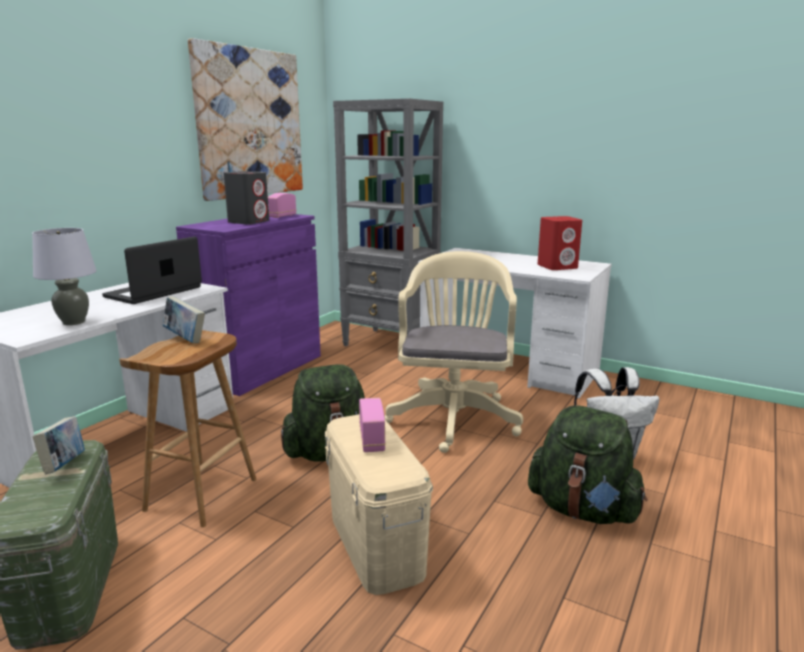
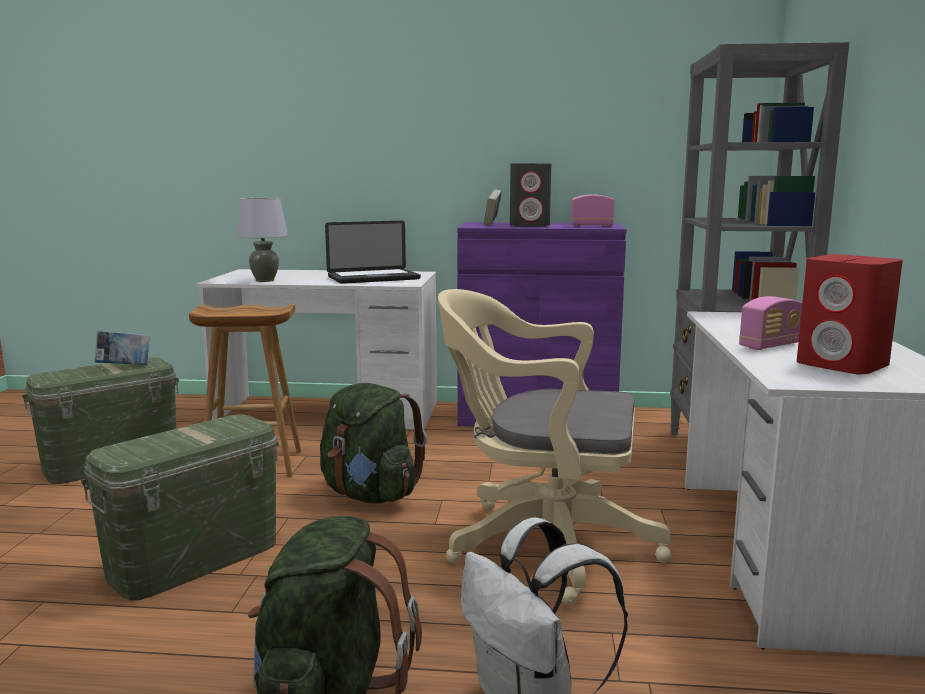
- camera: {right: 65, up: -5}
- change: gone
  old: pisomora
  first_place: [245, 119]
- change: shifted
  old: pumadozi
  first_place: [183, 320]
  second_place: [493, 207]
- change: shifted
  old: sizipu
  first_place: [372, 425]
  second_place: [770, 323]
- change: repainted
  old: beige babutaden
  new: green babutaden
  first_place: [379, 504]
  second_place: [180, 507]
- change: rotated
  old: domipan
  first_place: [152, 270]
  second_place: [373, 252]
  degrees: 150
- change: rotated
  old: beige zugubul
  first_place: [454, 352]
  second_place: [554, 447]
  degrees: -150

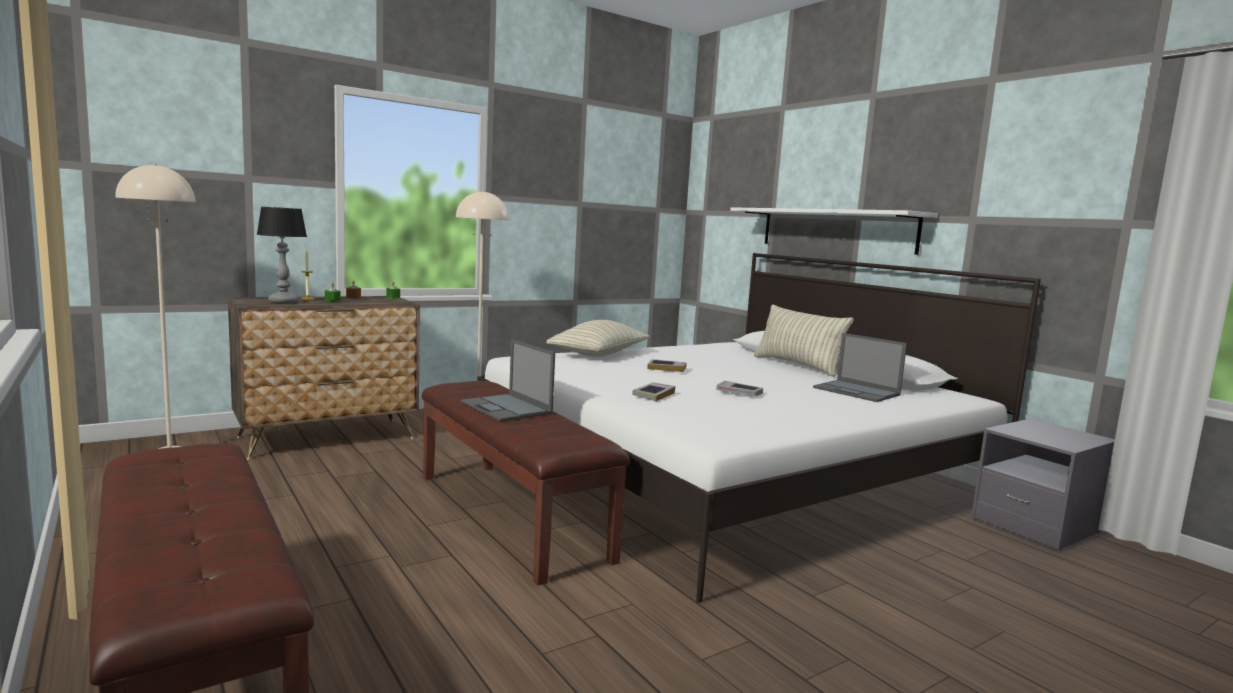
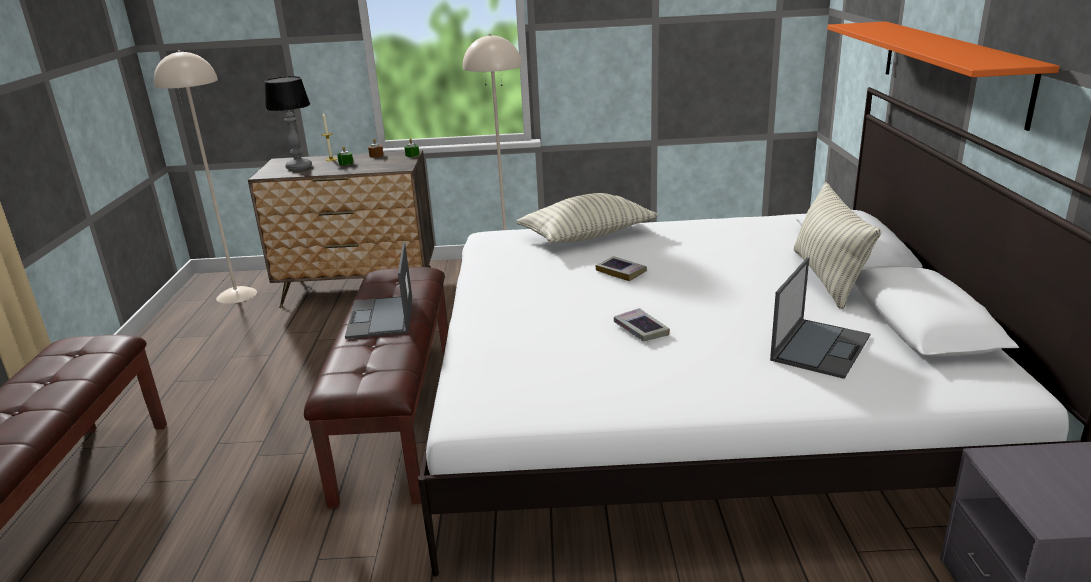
- camera: {right: 35, up: 15}
- change: gone
  old: pumadozi
  first_place: [654, 392]
- change: repainted
  old: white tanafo
  new: orange tanafo
  first_place: [834, 231]
  second_place: [943, 76]
- change: rotated
  old: domipan
  first_place: [860, 367]
  second_place: [820, 318]
  degrees: -135

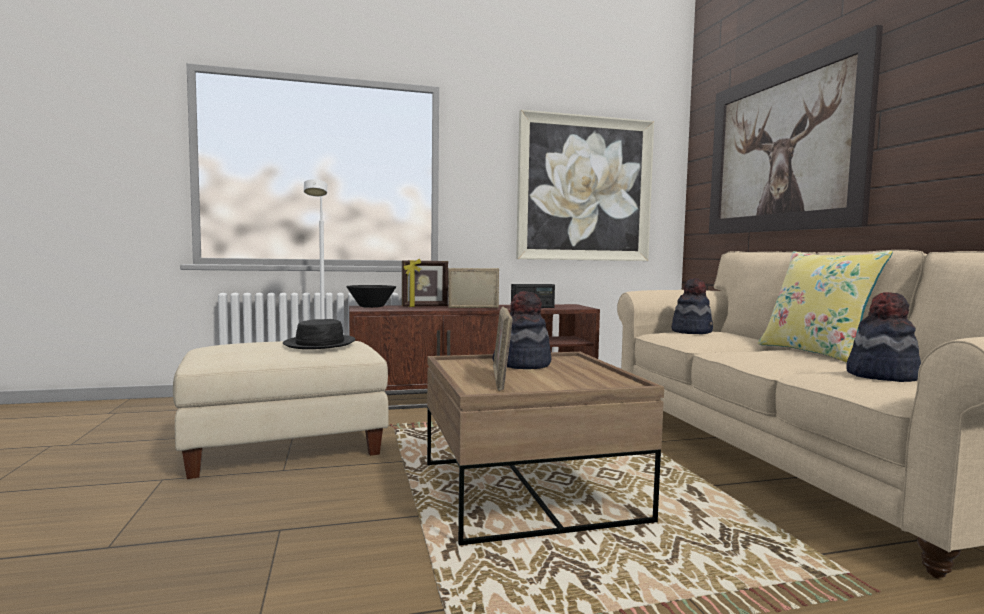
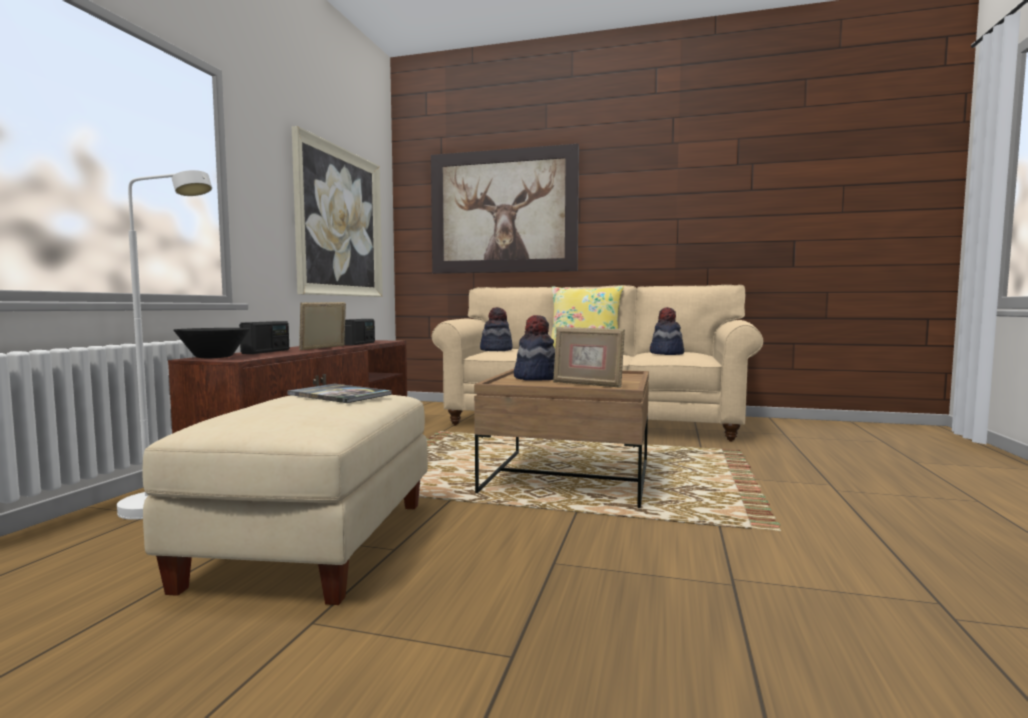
- camera: {right: -60, up: 0}
- change: swapped
  old: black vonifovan
  new: pumadozi
  first_place: [319, 334]
  second_place: [340, 393]
- change: swapped
  old: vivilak
  new: sizipu
  first_place: [425, 283]
  second_place: [264, 337]

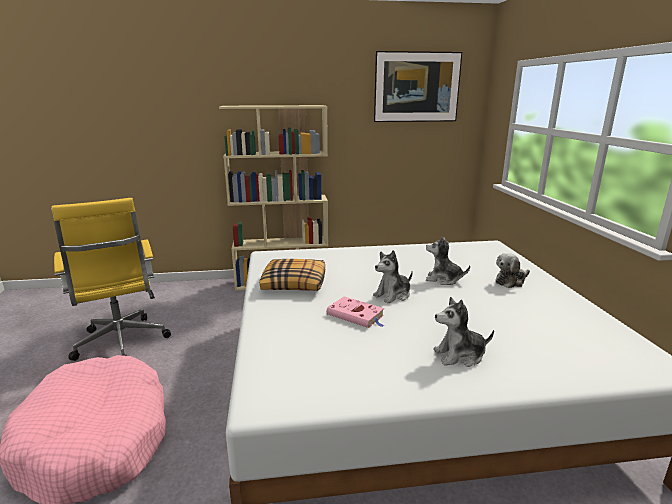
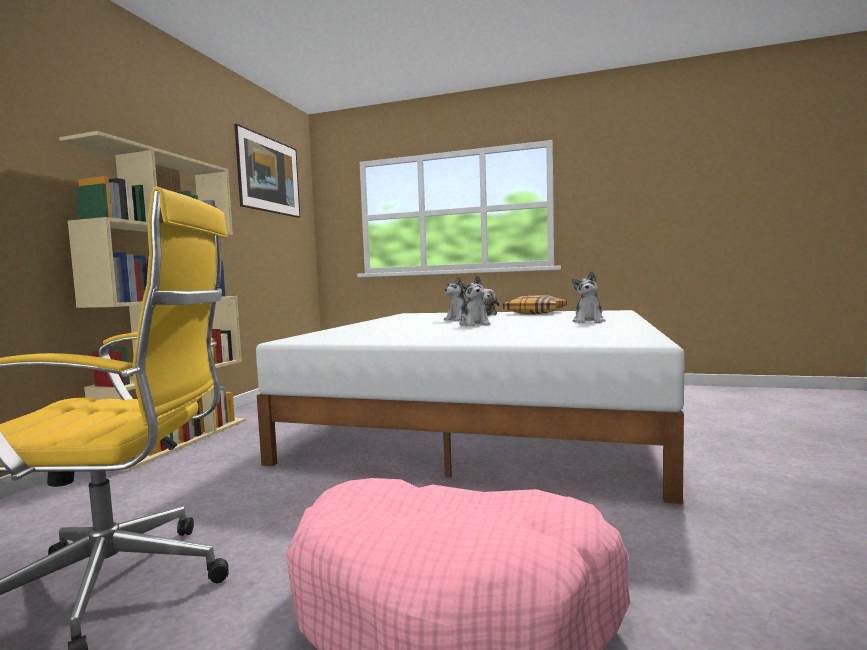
- camera: {right: -65, up: -15}
- change: gone
  old: pink pumadozi
  first_place: [356, 312]
- change: shifted
  old: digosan
  first_place: [292, 275]
  second_place: [535, 304]

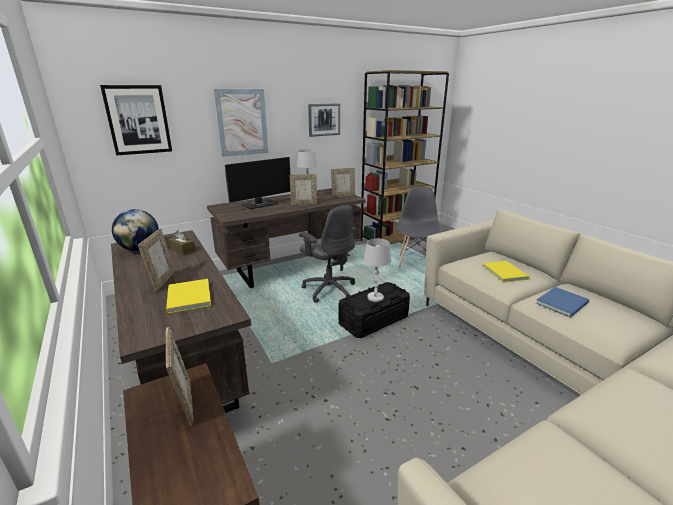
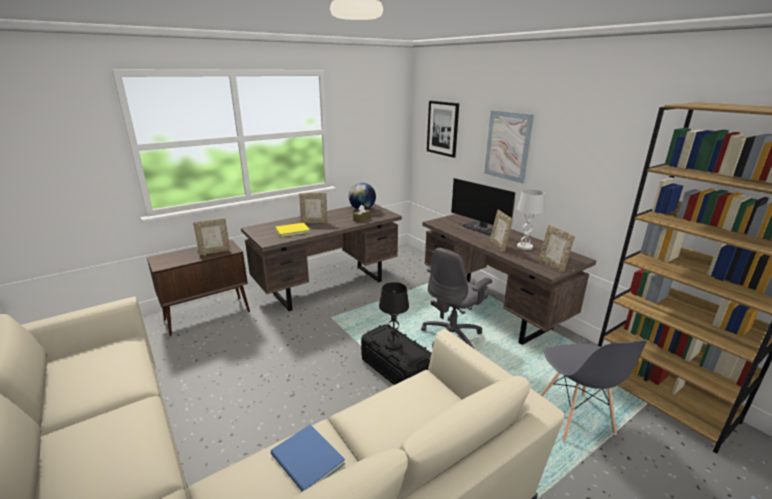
- camera: {right: 85, up: 0}
- change: gone
  old: pisomora
  first_place: [324, 120]
- change: gone
  old: yellow pumadozi
  first_place: [506, 271]
- change: repainted
  old: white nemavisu
  new: black nemavisu
  first_place: [377, 270]
  second_place: [394, 316]
- change: rotated
  old: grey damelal
  first_place: [419, 228]
  second_place: [593, 391]
  degrees: 75

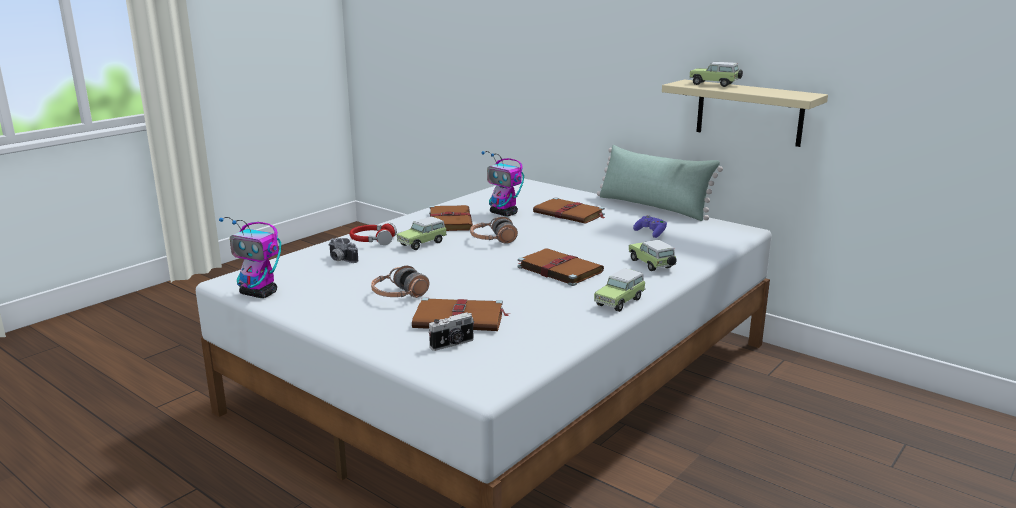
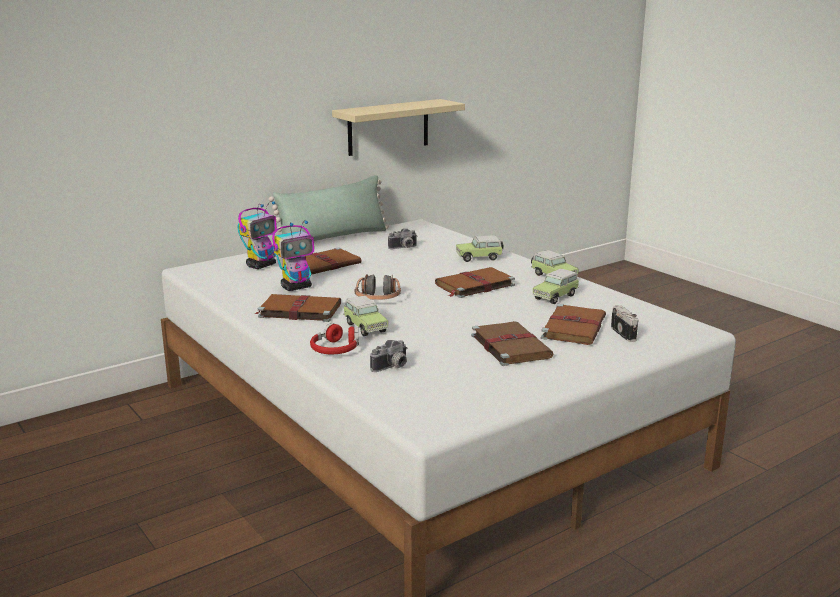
- camera: {right: -75, up: 0}
- change: shifted
  old: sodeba
  first_place: [250, 257]
  second_place: [257, 235]
- change: shifted
  old: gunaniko
  first_place: [716, 74]
  second_place: [556, 286]
- change: swapped
  old: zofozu
  new: brown pumadozi
  first_place: [400, 282]
  second_place: [512, 343]
- change: swapped
  old: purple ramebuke
  new: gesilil
  first_place: [650, 226]
  second_place: [403, 238]

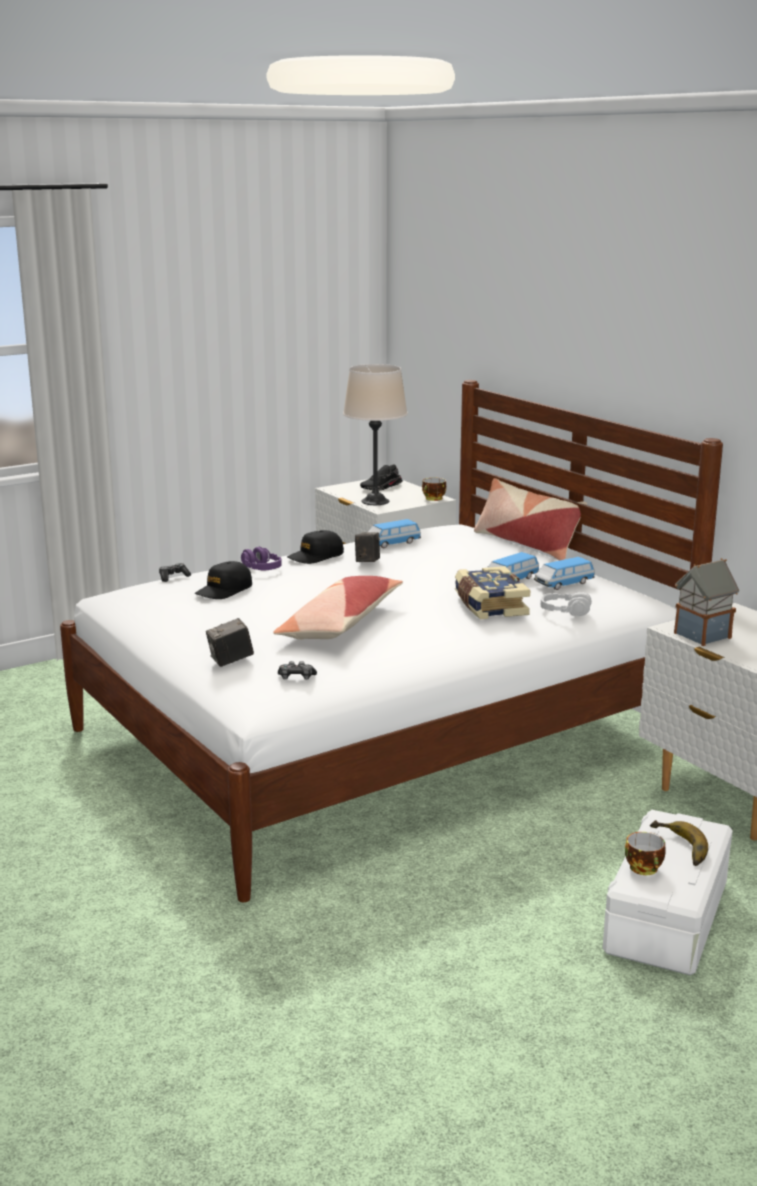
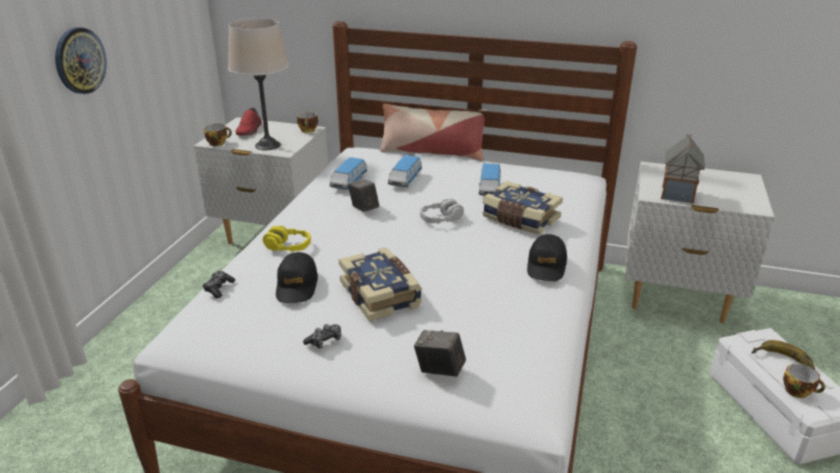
- camera: {right: -40, up: 10}
- change: gone
  old: digosan
  first_place: [338, 608]
- change: new
  new: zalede
  second_place: [81, 60]
- change: new
  new: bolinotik
  second_place: [218, 135]
- change: new
  new: pumadozi
  second_place: [380, 284]
- change: shifted
  old: ramebuke
  first_place: [297, 670]
  second_place: [322, 336]
- change: shifted
  old: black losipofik
  first_place: [315, 547]
  second_place: [547, 257]
- change: shifted
  old: gunaniko
  first_place: [564, 573]
  second_place: [405, 171]
- change: shifted
  old: grey zofozu
  first_place: [566, 604]
  second_place: [442, 211]
- change: repainted
  old: purple zofozu
  new: yellow zofozu
  first_place: [261, 558]
  second_place: [287, 239]
- change: repainted
  old: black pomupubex
  new: red pomupubex
  first_place: [381, 477]
  second_place: [248, 122]
- change: rotated
  old: gesilil
  first_place: [230, 642]
  second_place: [440, 353]
  degrees: 90

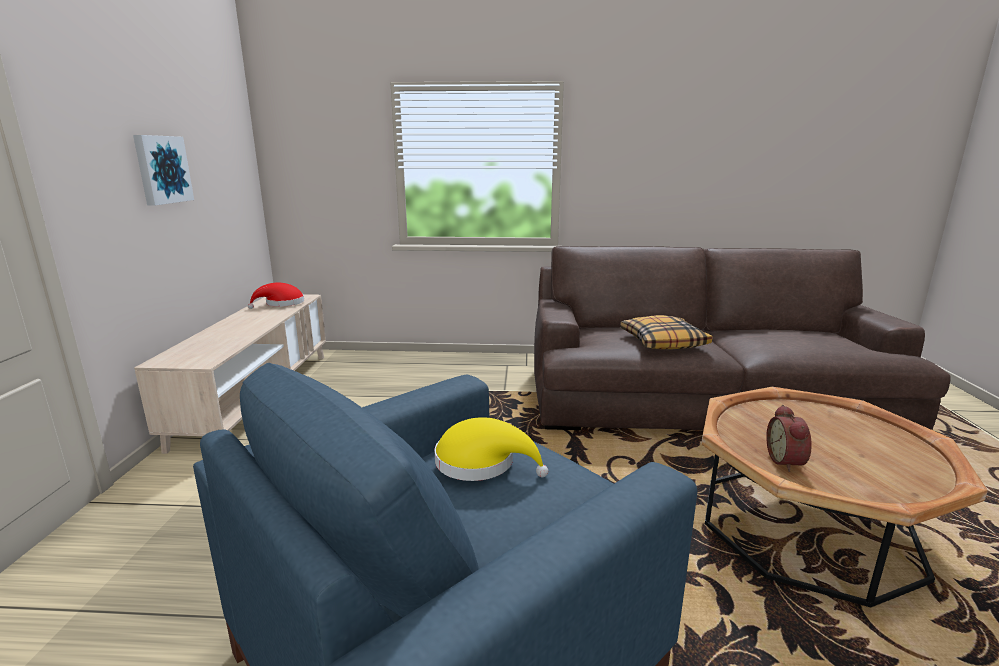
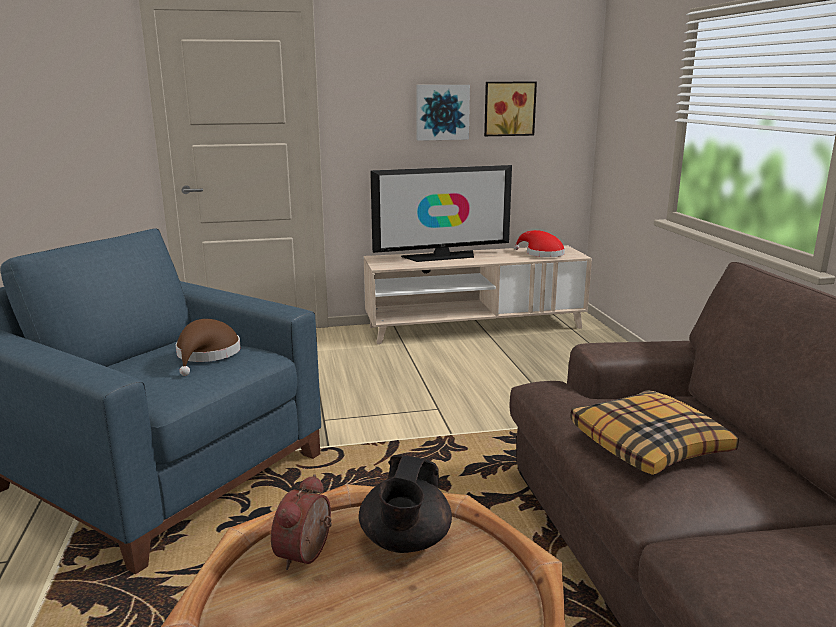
- camera: {right: 75, up: 0}
- change: new
  new: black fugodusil
  second_place: [405, 504]
- change: new
  new: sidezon
  second_place: [441, 213]
- change: new
  new: pisomora
  second_place: [510, 109]
- change: repainted
  old: yellow vonifovan
  new: brown vonifovan
  first_place: [491, 449]
  second_place: [208, 347]
- change: rotated
  old: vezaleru
  first_place: [789, 438]
  second_place: [301, 522]
  degrees: -60

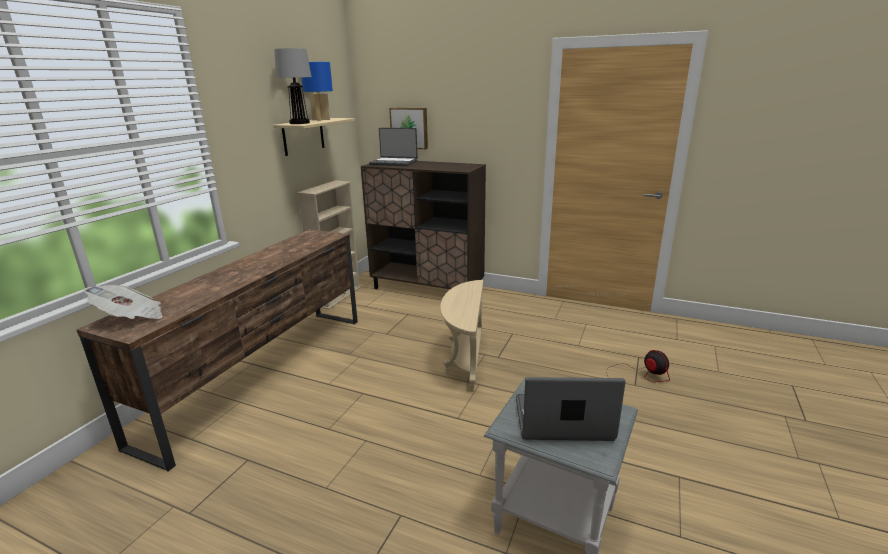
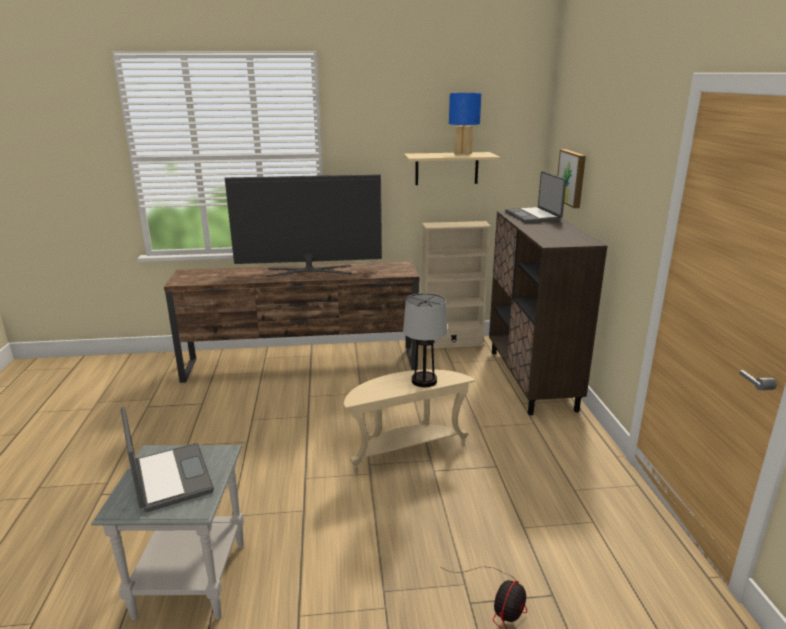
- camera: {right: 60, up: 0}
- change: gone
  old: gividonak
  first_place: [123, 302]
- change: new
  new: sidezon
  second_place: [303, 225]
- change: shifted
  old: nemavisu
  first_place: [293, 86]
  second_place: [425, 340]

